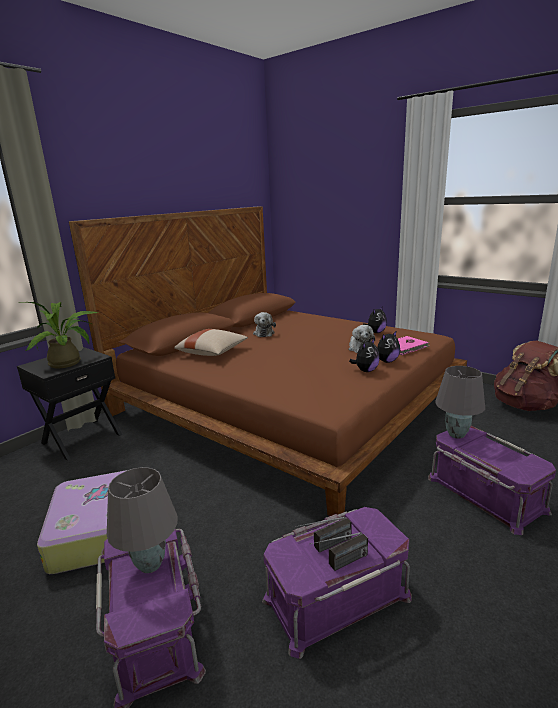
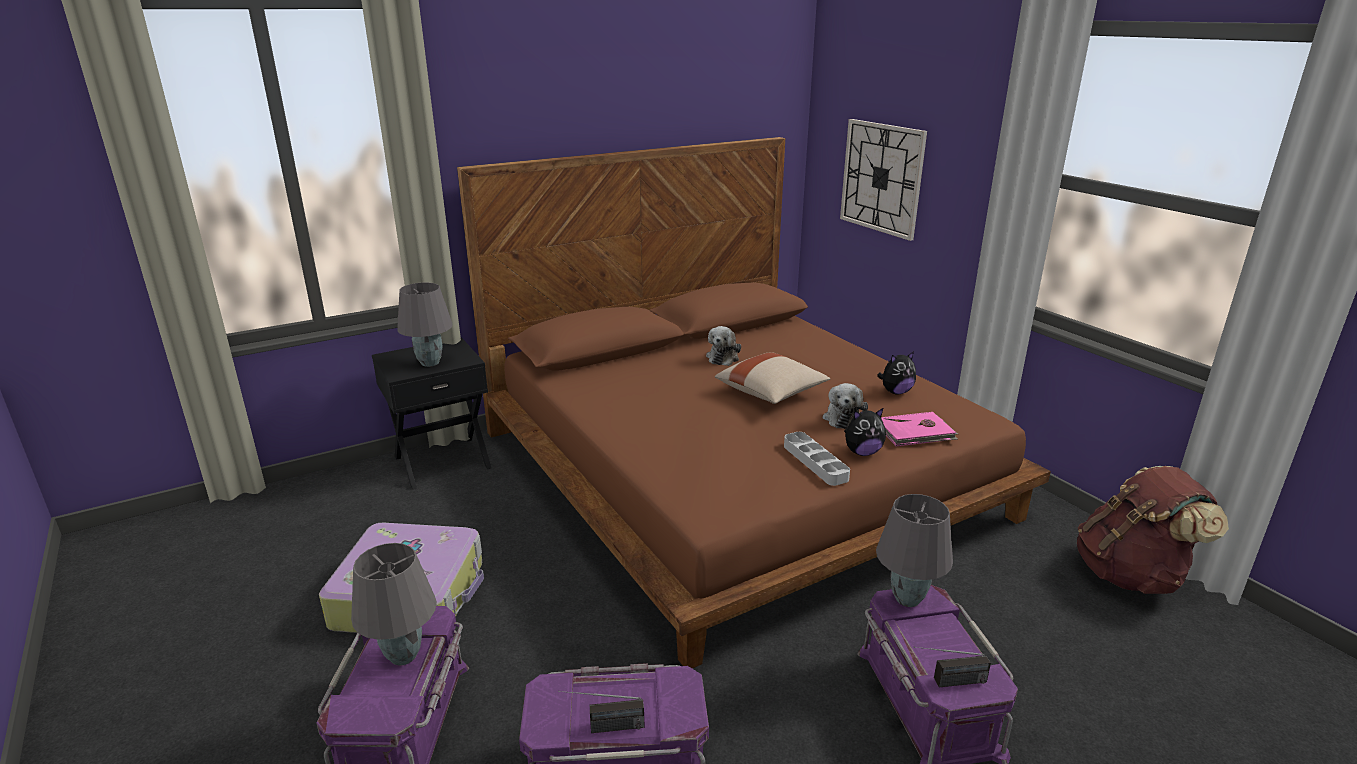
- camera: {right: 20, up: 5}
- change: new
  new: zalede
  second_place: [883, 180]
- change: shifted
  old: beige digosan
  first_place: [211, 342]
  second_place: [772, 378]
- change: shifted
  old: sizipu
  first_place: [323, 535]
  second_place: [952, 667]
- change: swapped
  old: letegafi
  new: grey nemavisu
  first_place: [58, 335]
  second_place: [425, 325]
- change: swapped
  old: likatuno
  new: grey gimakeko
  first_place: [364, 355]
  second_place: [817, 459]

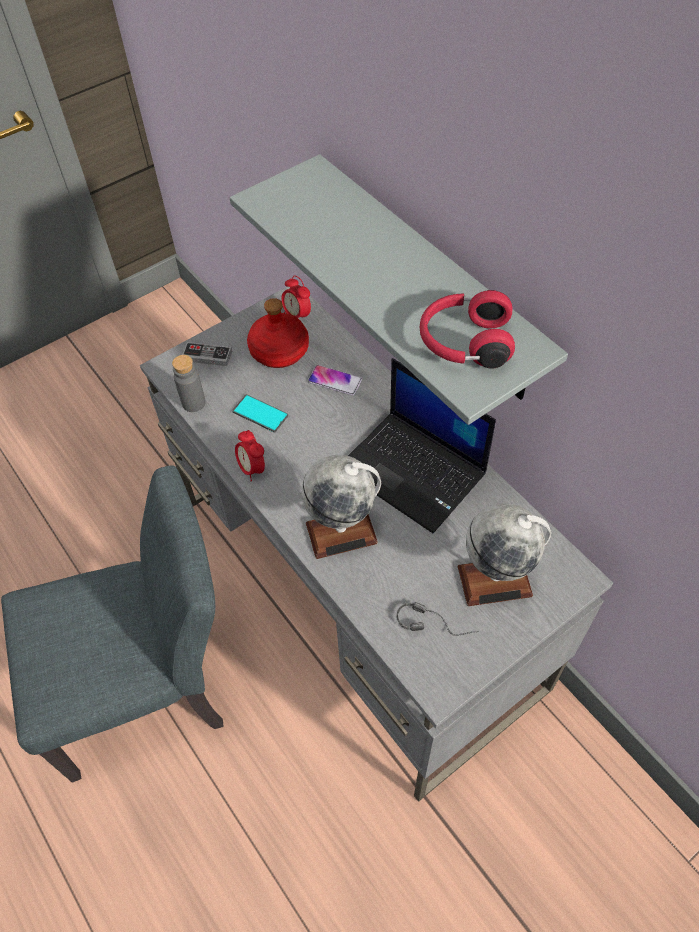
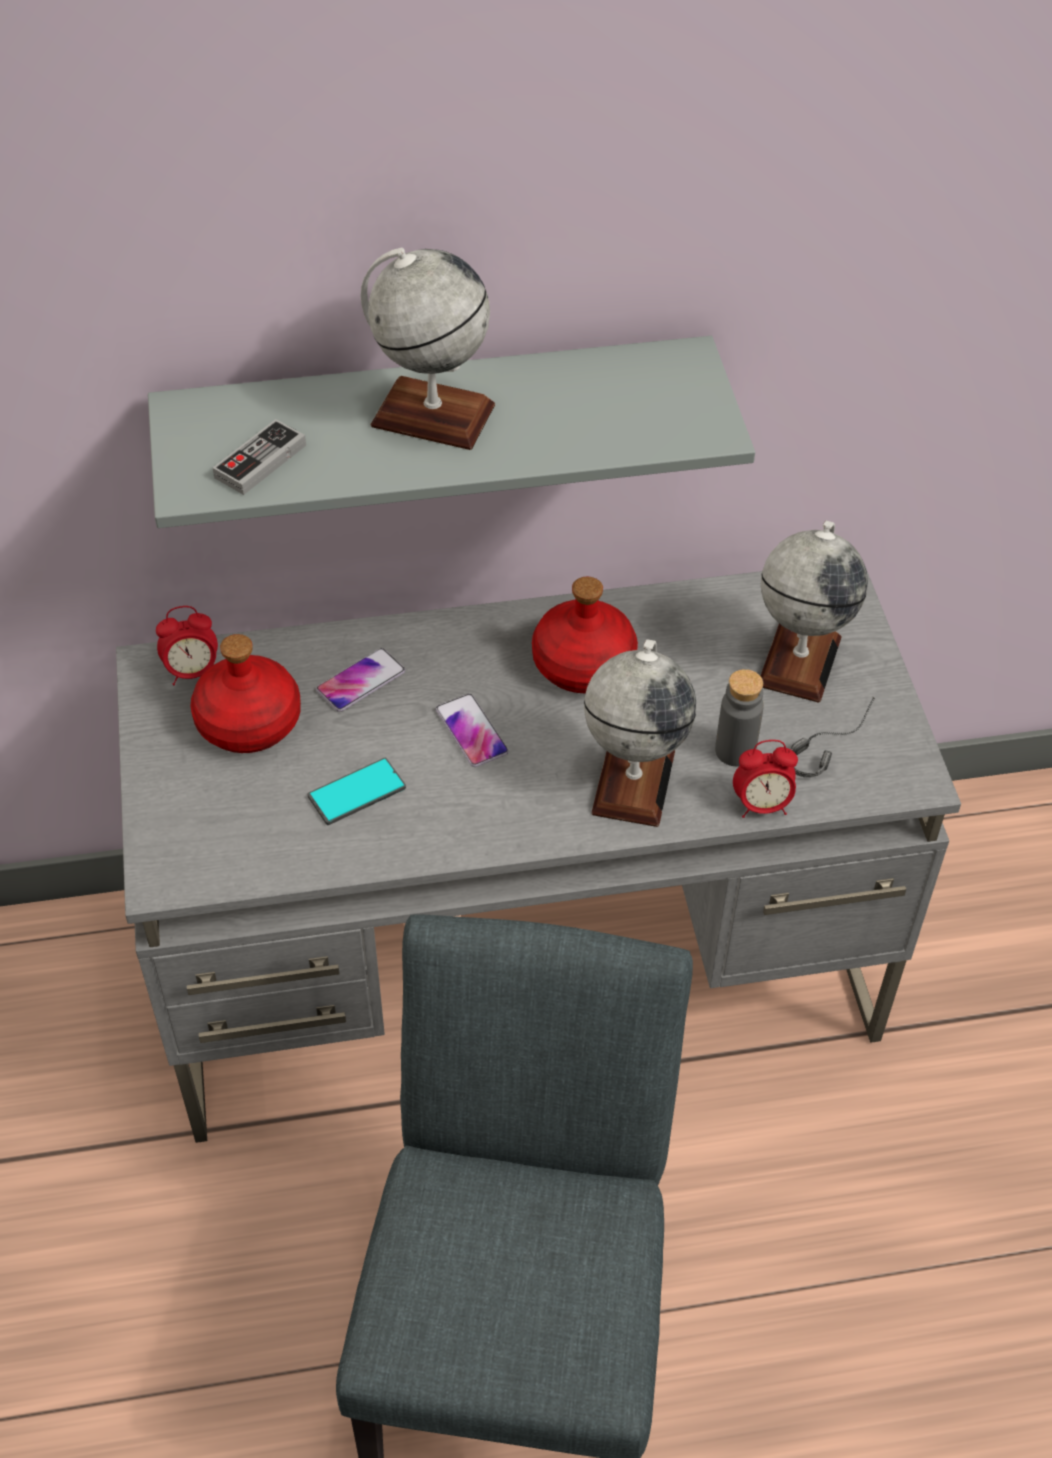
- camera: {right: -65, up: -5}
- change: gone
  old: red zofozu
  first_place: [467, 329]
- change: new
  new: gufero
  second_place: [427, 349]
- change: new
  new: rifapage
  second_place: [472, 730]
- change: shifted
  old: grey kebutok
  first_place: [189, 383]
  second_place: [739, 717]
- change: shifted
  old: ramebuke
  first_place: [207, 354]
  second_place: [259, 457]
- change: shifted
  old: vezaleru
  first_place: [250, 456]
  second_place: [765, 779]
- change: swapped
  old: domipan
  new: red kebutok
  first_place: [422, 445]
  second_place: [585, 635]

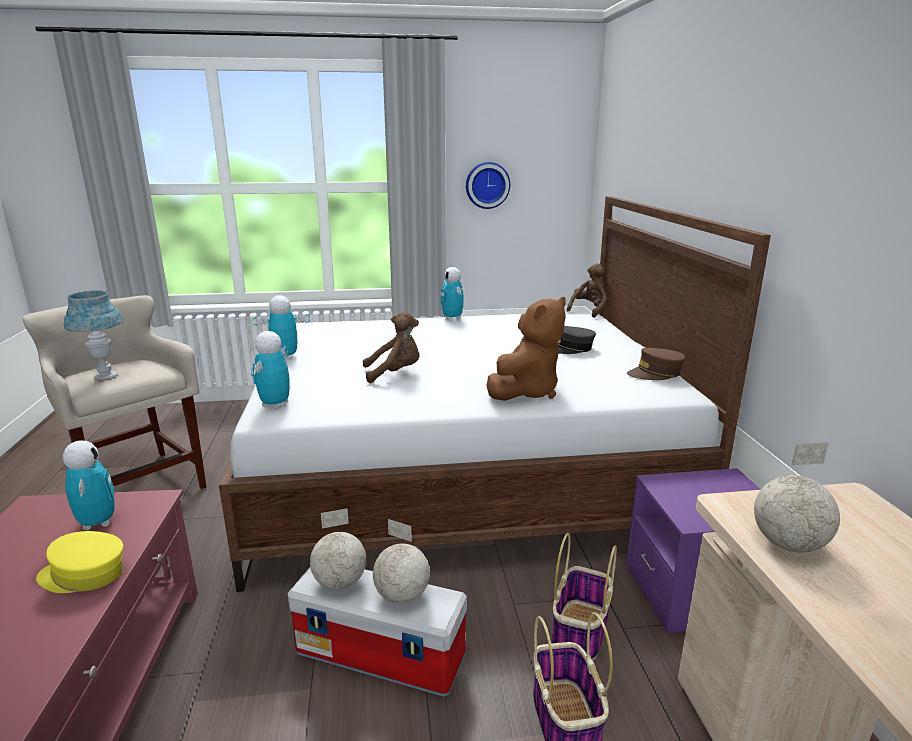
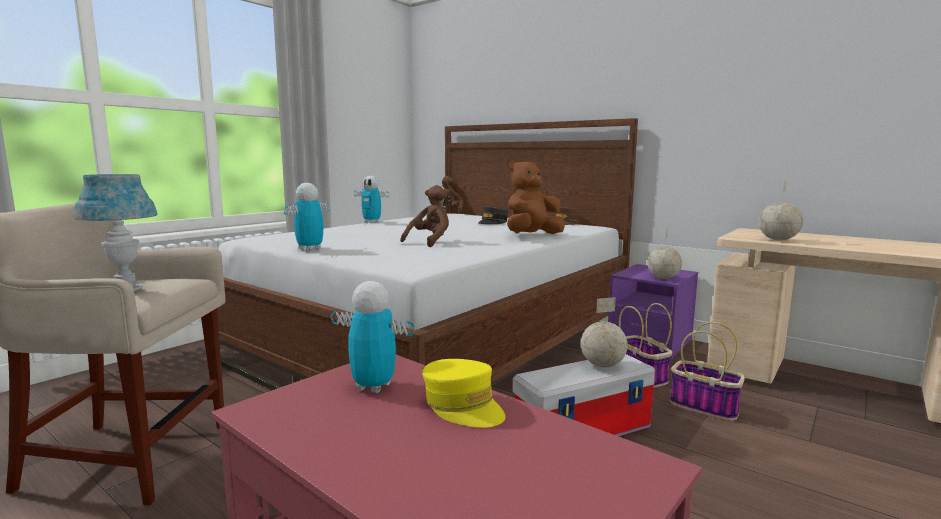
- camera: {right: -45, up: -10}
- change: gone
  old: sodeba
  first_place: [270, 370]
- change: gone
  old: zalede
  first_place: [488, 185]
- change: shifted
  old: gufero
  first_place: [338, 549]
  second_place: [665, 253]
- change: rotated
  old: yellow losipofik
  first_place: [79, 562]
  second_place: [464, 393]
  degrees: -90
- change: rotated
  old: brown likatuno
  first_place: [526, 349]
  second_place: [536, 197]
  degrees: -120

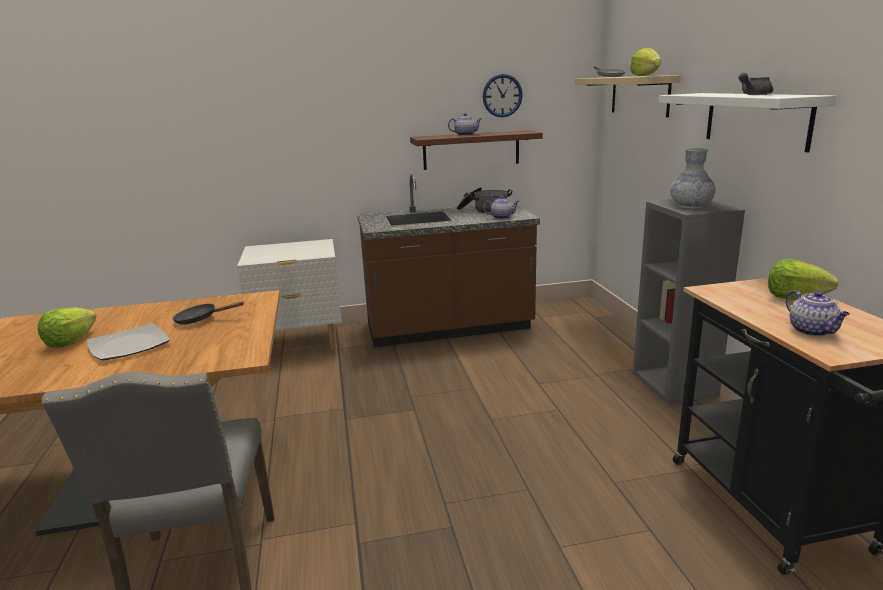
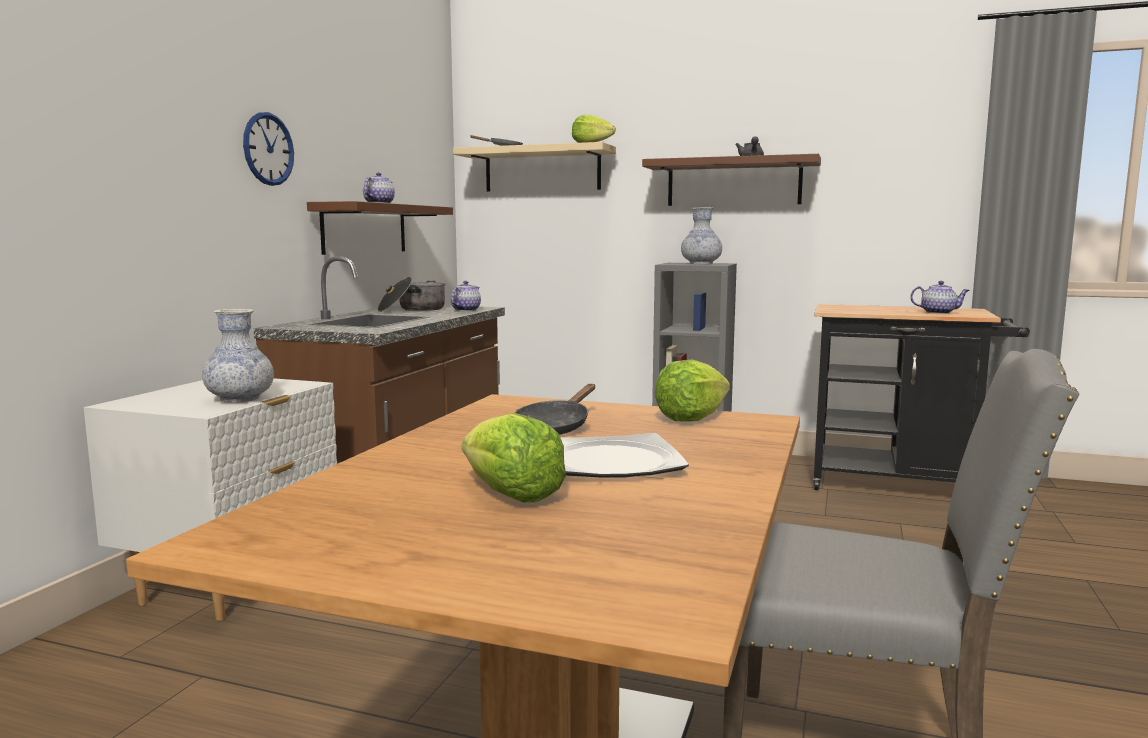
- camera: {right: -60, up: -10}
- change: new
  new: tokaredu
  second_place: [238, 356]
- change: shifted
  old: zalede
  first_place: [503, 95]
  second_place: [268, 149]
- change: shifted
  old: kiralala
  first_place: [803, 279]
  second_place: [692, 390]
- change: repainted
  old: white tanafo
  new: brown tanafo
  first_place: [747, 122]
  second_place: [731, 180]

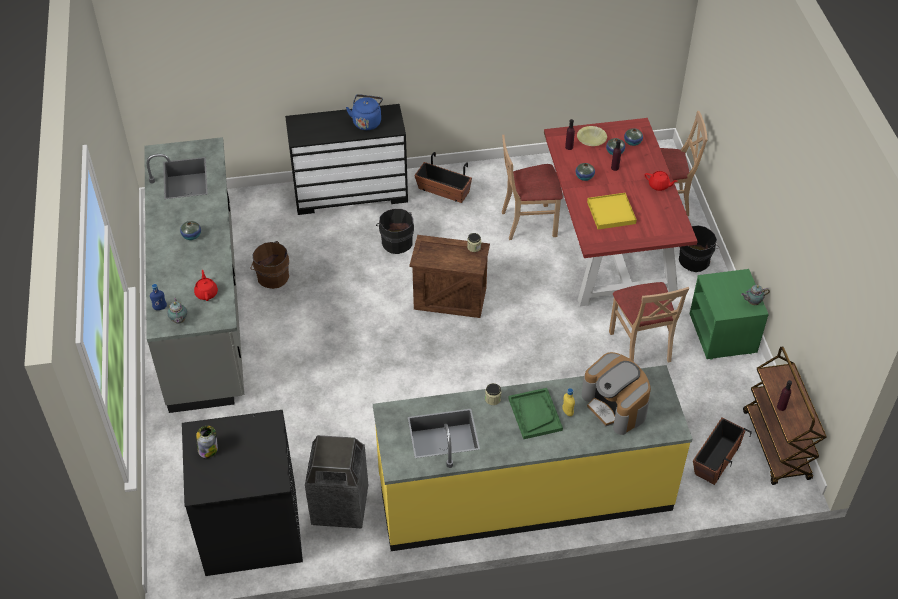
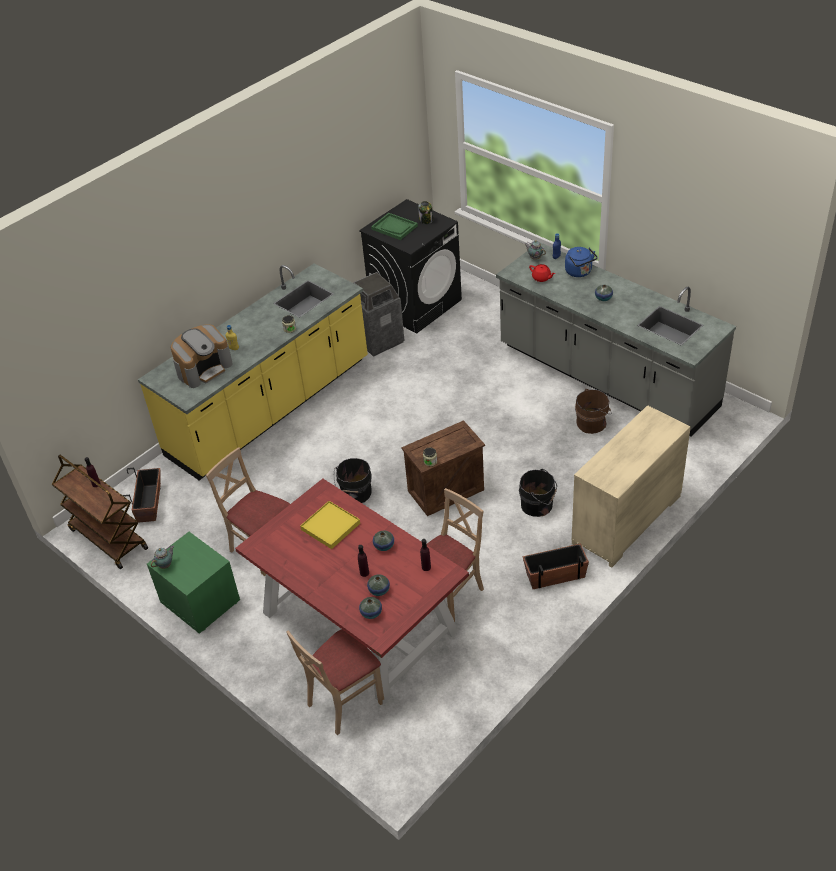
- camera: {right: 145, up: -5}
- change: gone
  old: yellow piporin
  first_place: [592, 136]
- change: gone
  old: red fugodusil
  first_place: [661, 181]
- change: shifted
  old: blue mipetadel
  first_place: [364, 112]
  second_place: [581, 262]
- change: shifted
  old: green gimakeko
  first_place: [535, 413]
  second_place: [394, 226]
- change: shifted
  old: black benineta
  first_place: [699, 248]
  second_place: [353, 480]
- change: repainted
  old: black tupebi
  new: beige tupebi
  first_place: [346, 159]
  second_place: [631, 486]
- change: rotated
  old: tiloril
  first_place: [616, 393]
  second_place: [202, 356]
  degrees: 120

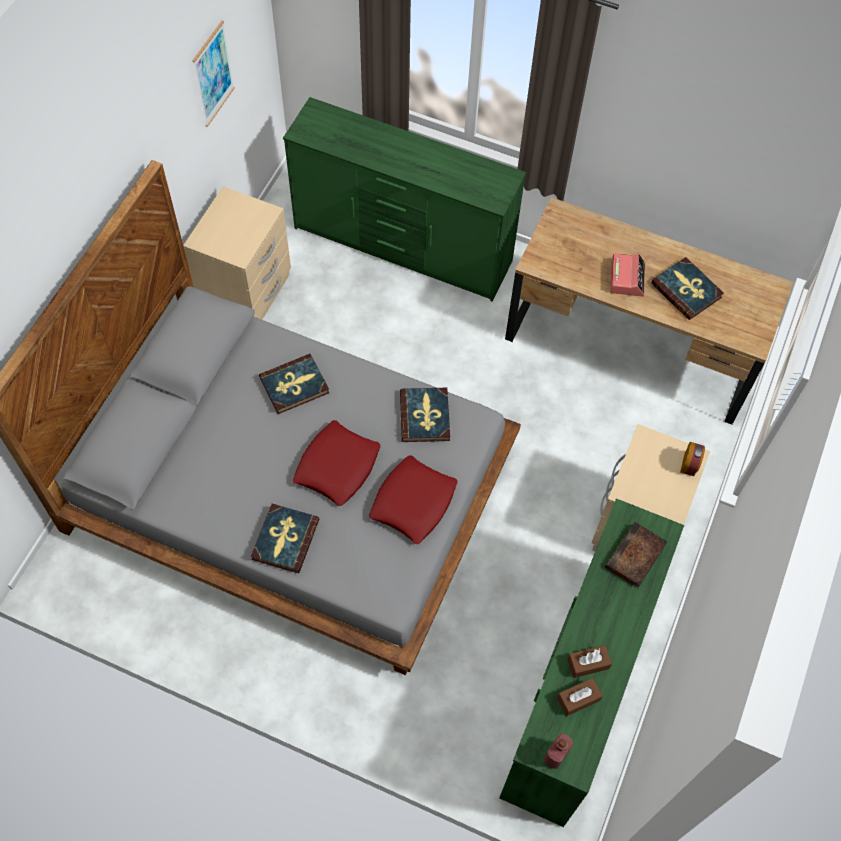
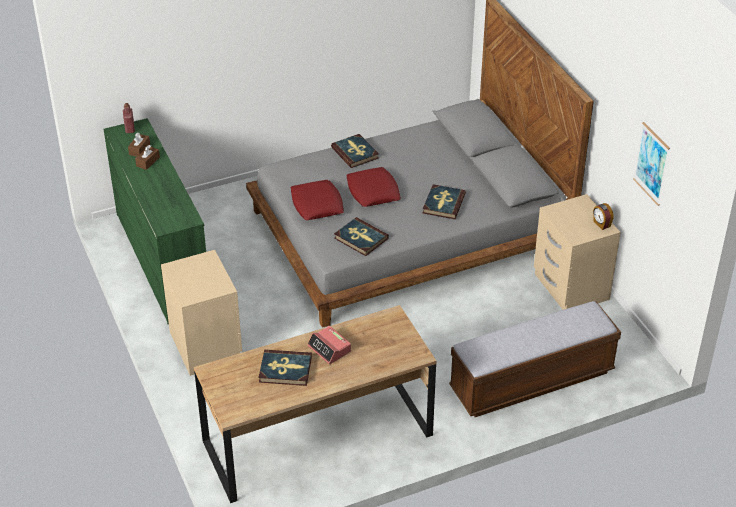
- camera: {right: 135, up: -20}
- change: gone
  old: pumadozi
  first_place: [636, 555]
- change: shifted
  old: vezaleru
  first_place: [692, 459]
  second_place: [603, 216]
- change: swapped
  old: green tupebi
  new: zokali
  first_place: [404, 199]
  second_place: [535, 359]

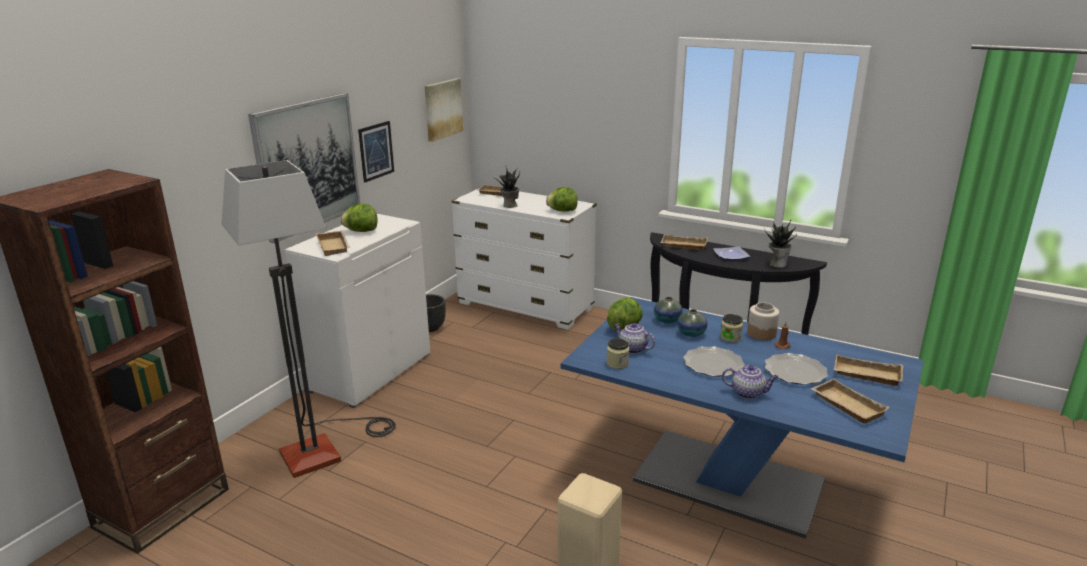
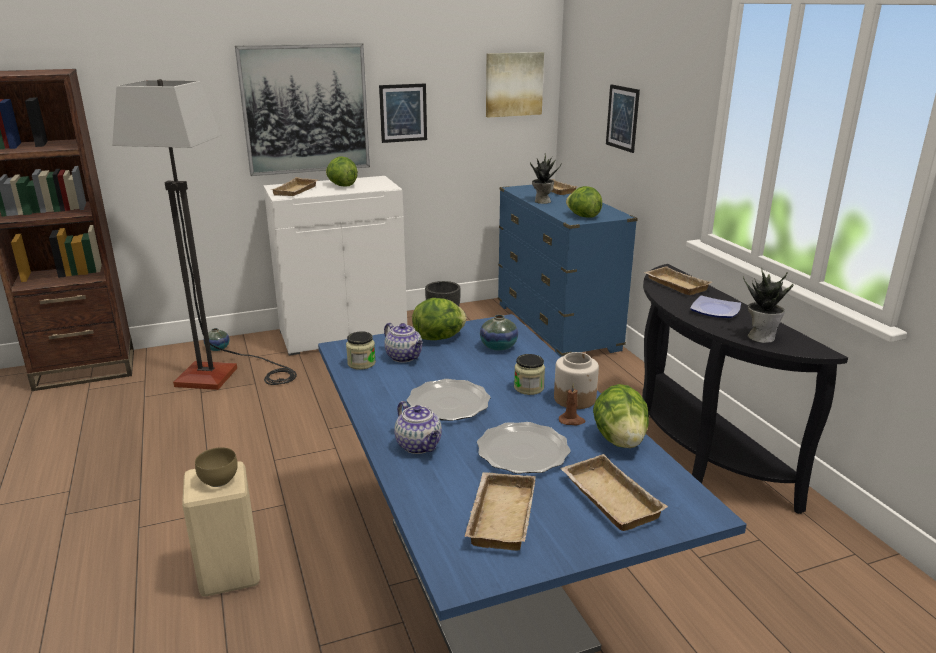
- camera: {right: 40, up: 0}
- change: new
  new: brown piporin
  second_place: [216, 467]
- change: new
  new: kiralala
  second_place: [621, 416]
- change: new
  new: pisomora
  second_place: [623, 118]
- change: shifted
  old: tokaredu
  first_place: [692, 323]
  second_place: [216, 339]
- change: repainted
  old: white tupebi
  new: blue tupebi
  first_place: [524, 259]
  second_place: [568, 271]
- change: rotated
  old: fugodusil
  first_place: [634, 338]
  second_place: [403, 342]
  degrees: 150

